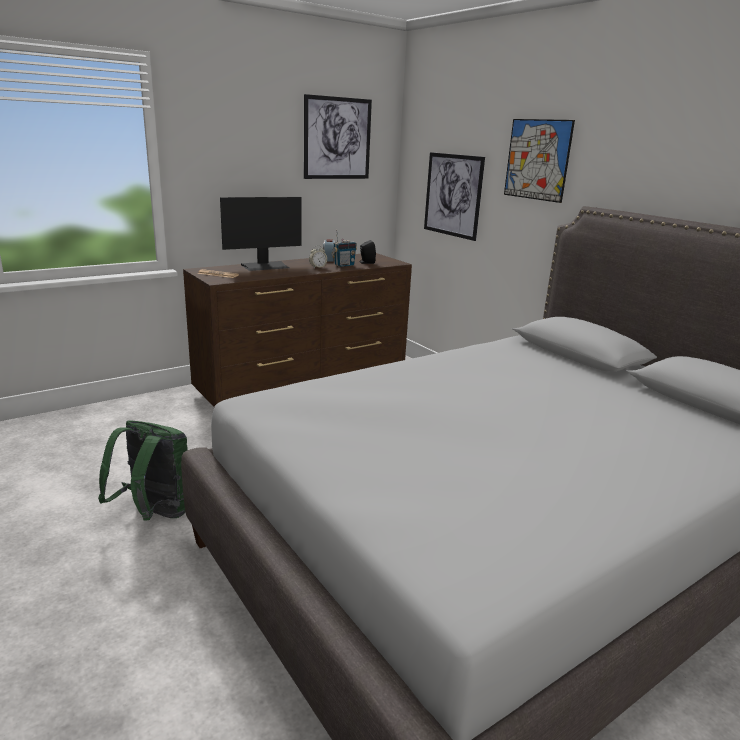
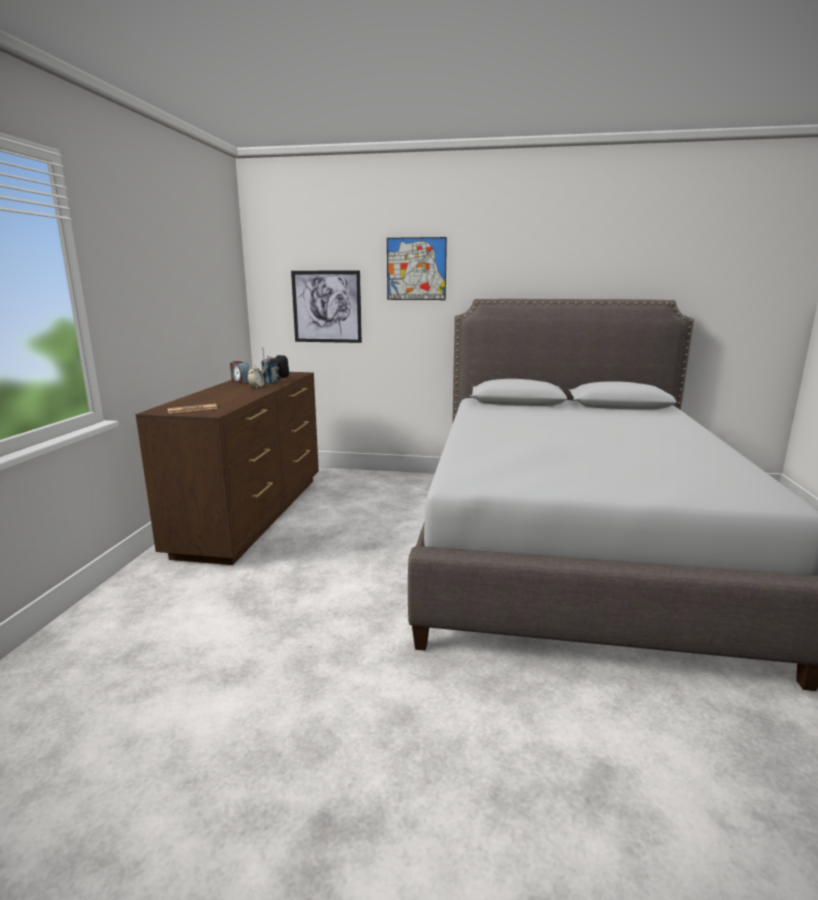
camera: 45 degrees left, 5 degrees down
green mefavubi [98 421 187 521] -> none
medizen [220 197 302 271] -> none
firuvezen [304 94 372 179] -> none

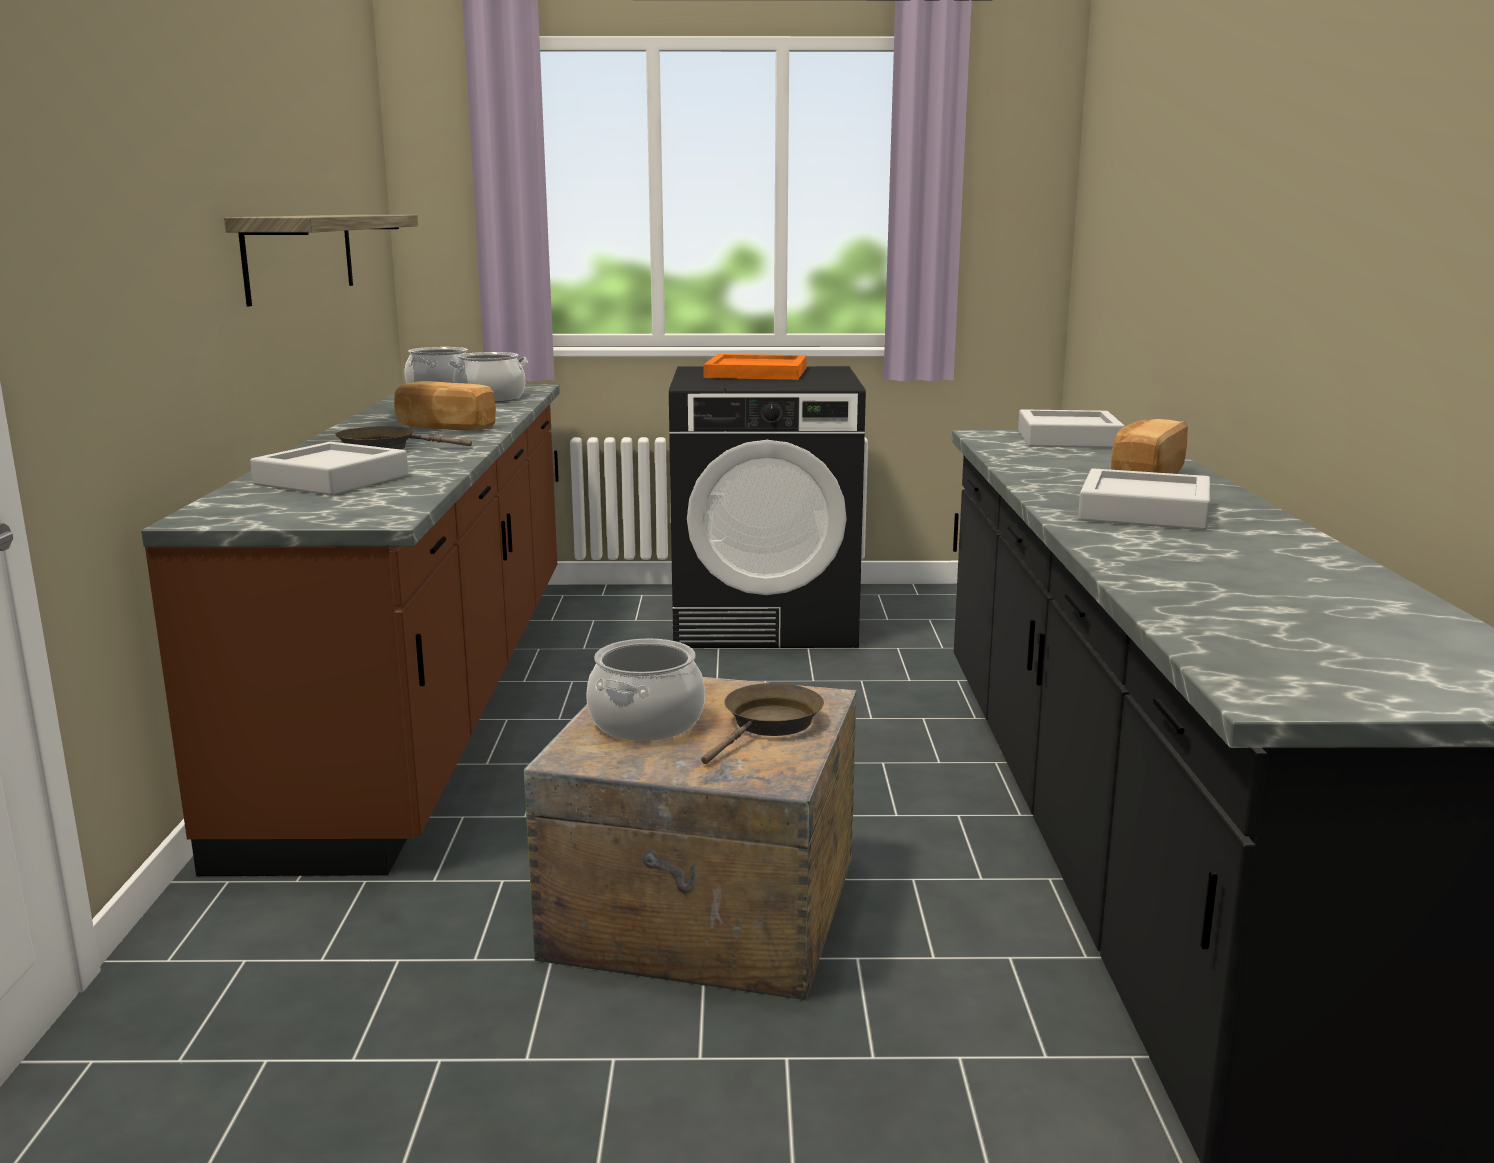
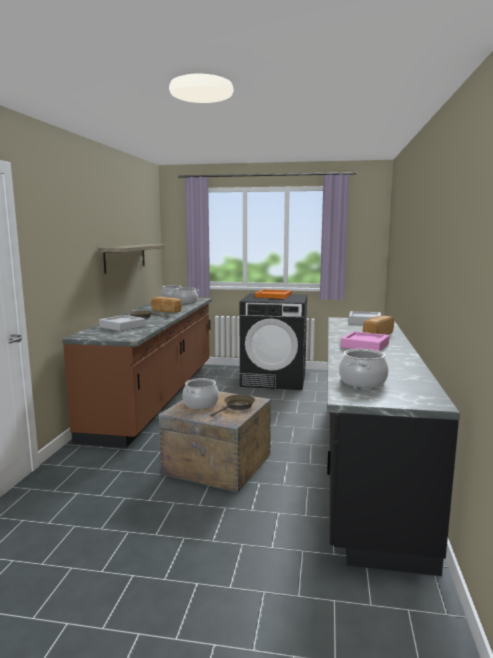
camera: 10 degrees right, 5 degrees down
none -> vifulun [339 349 388 388]
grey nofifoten [1078 468 1210 530] -> pink nofifoten [340 331 389 351]

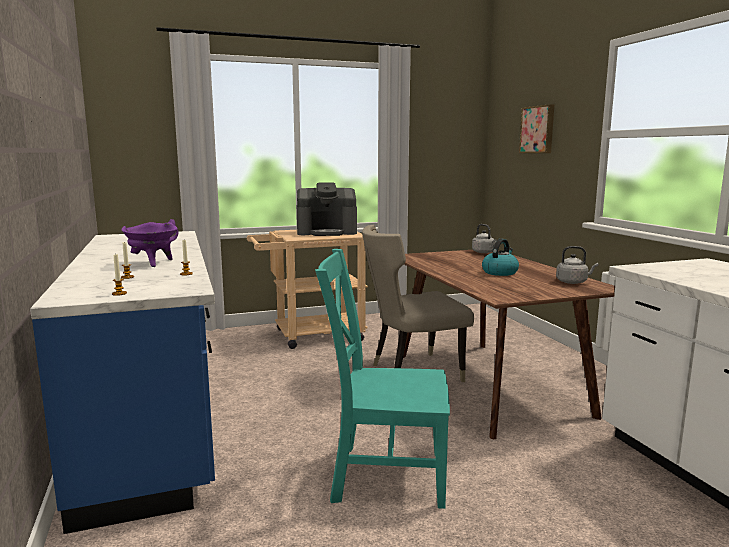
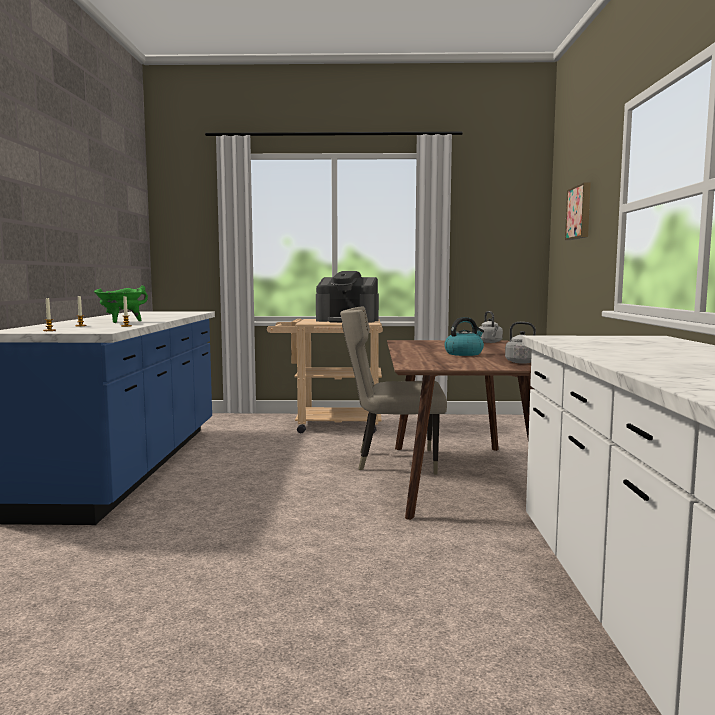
camera: 20 degrees right, 5 degrees down
purple vifulun [121 219 178 267] -> green vifulun [94 286 148 323]
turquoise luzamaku [315 249 450 509] -> none

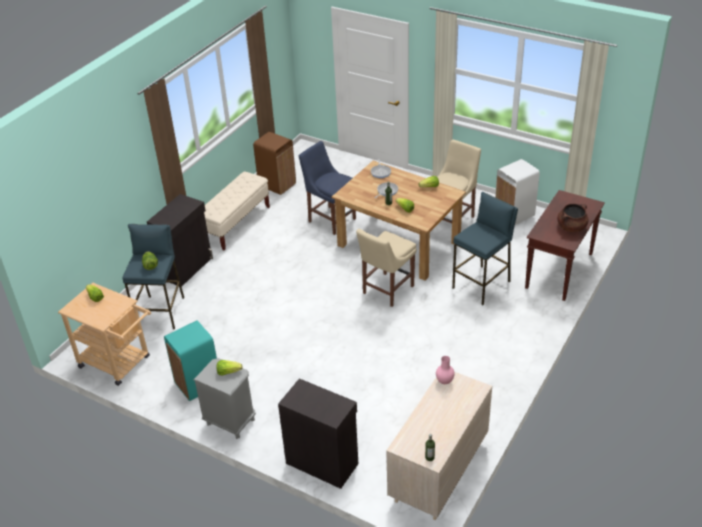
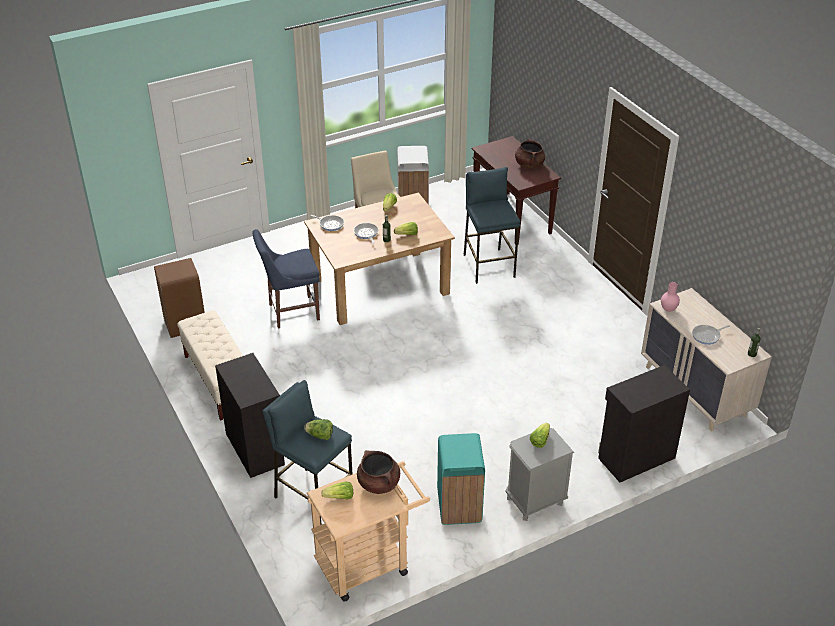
camera: 60 degrees left, 0 degrees up
none -> brown vifulun [357 450 400 494]
none -> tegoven [692 325 730 345]
beige luzamaku [356 229 417 307] -> none

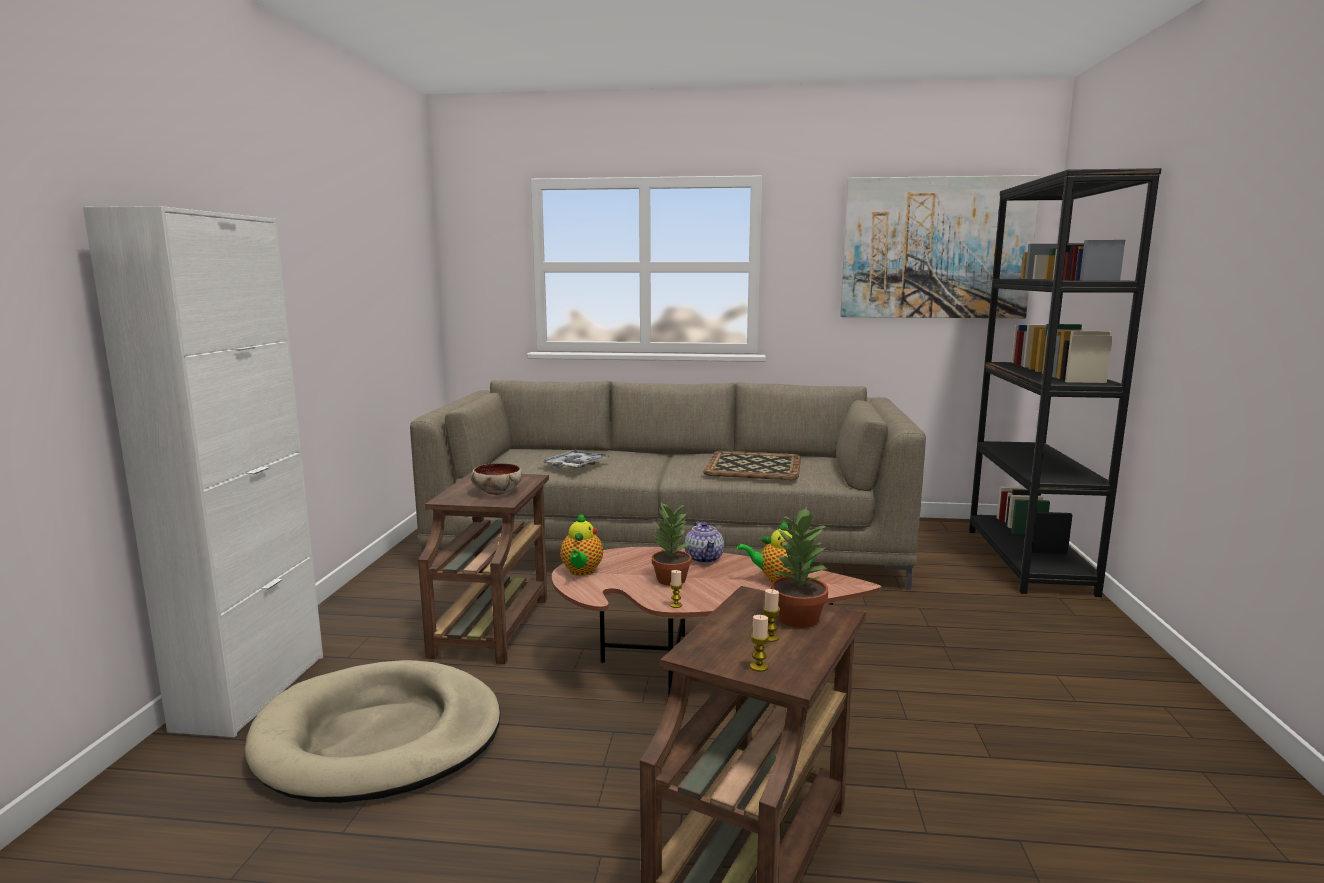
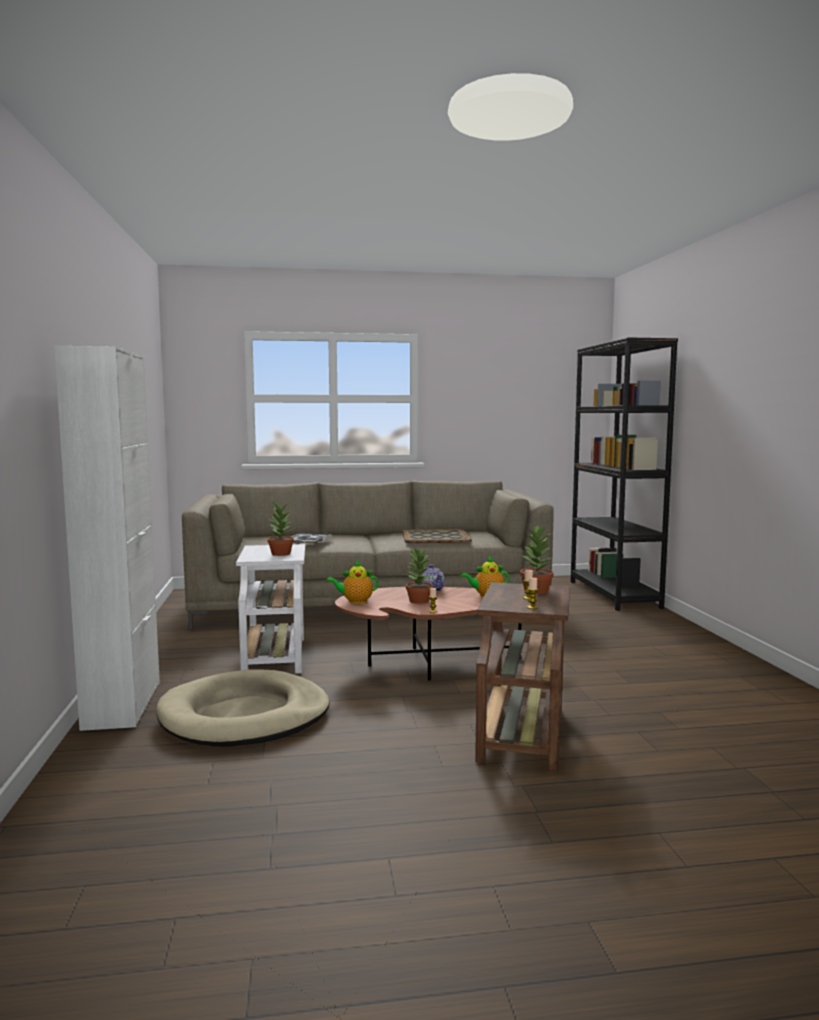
camera: 15 degrees left, 5 degrees down
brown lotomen [418 472 549 664] -> white lotomen [236 544 305 674]
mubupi [471 463 522 495] -> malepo [268 503 294 556]
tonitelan [560 513 603 576] -> tonitelan [326 561 379 604], 90 degrees clockwise
firuvezen [840 175 1041 318] -> none

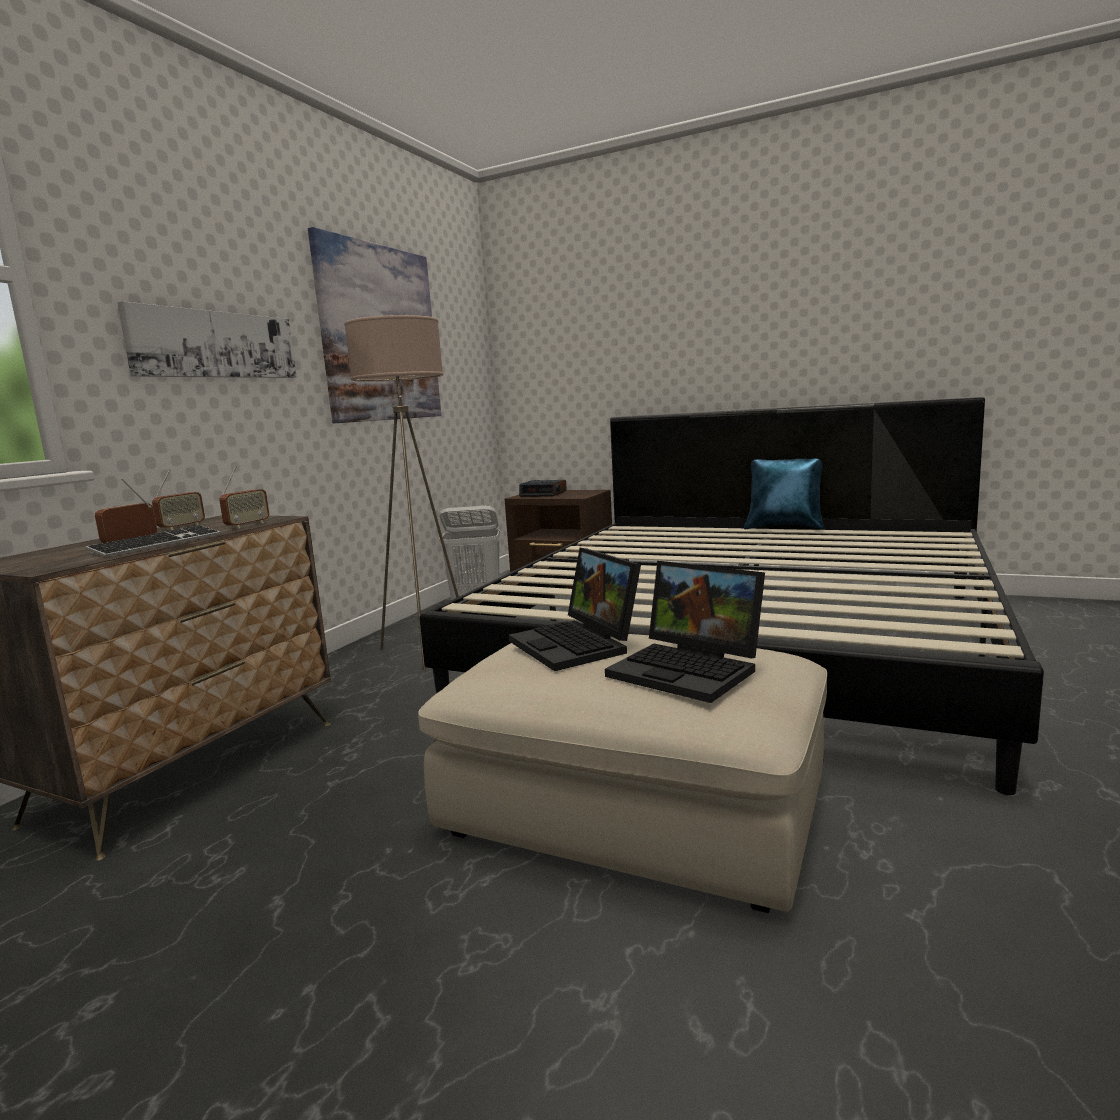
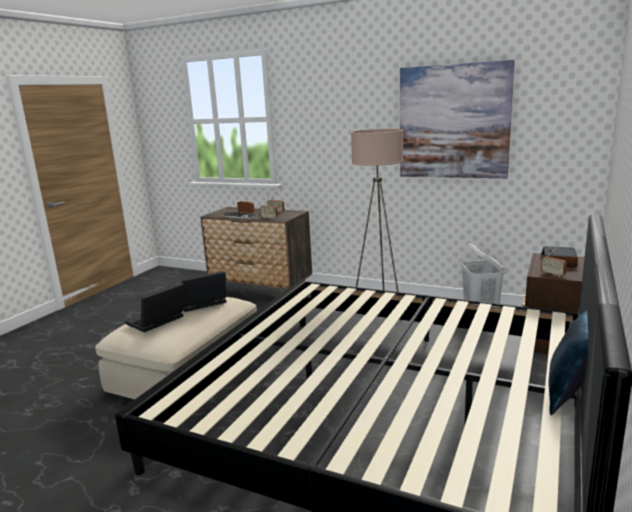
camera: 90 degrees right, 5 degrees up
none -> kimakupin [541 246 567 277]
firuvezen [117 301 297 378] -> none

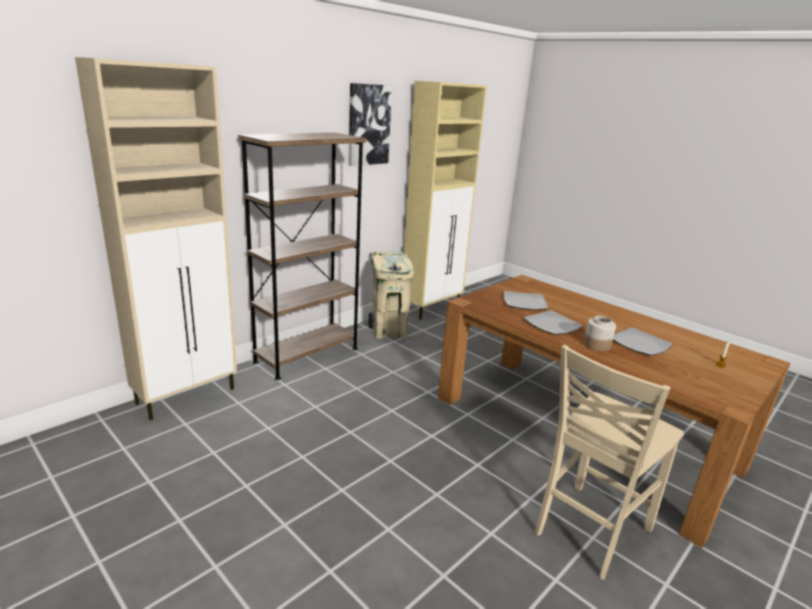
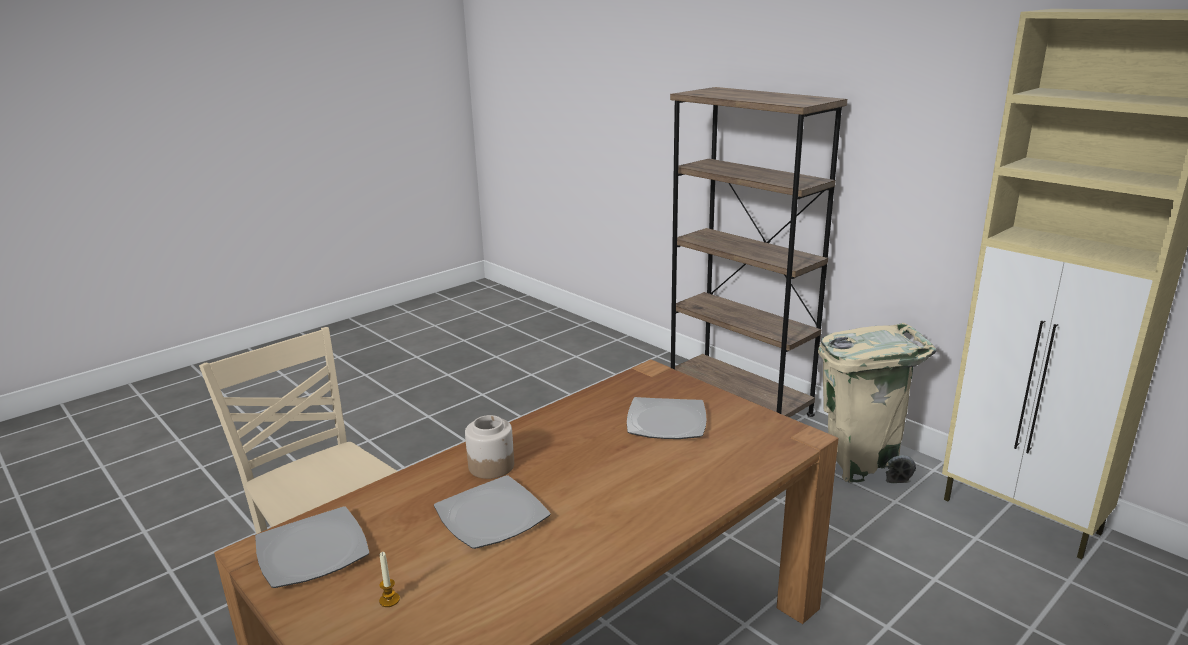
camera: 95 degrees right, 0 degrees up
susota [524 310 583 335] -> susota [255 506 369 588], moved
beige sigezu [75 57 237 420] -> none
firuvezen [348 83 392 166] -> none

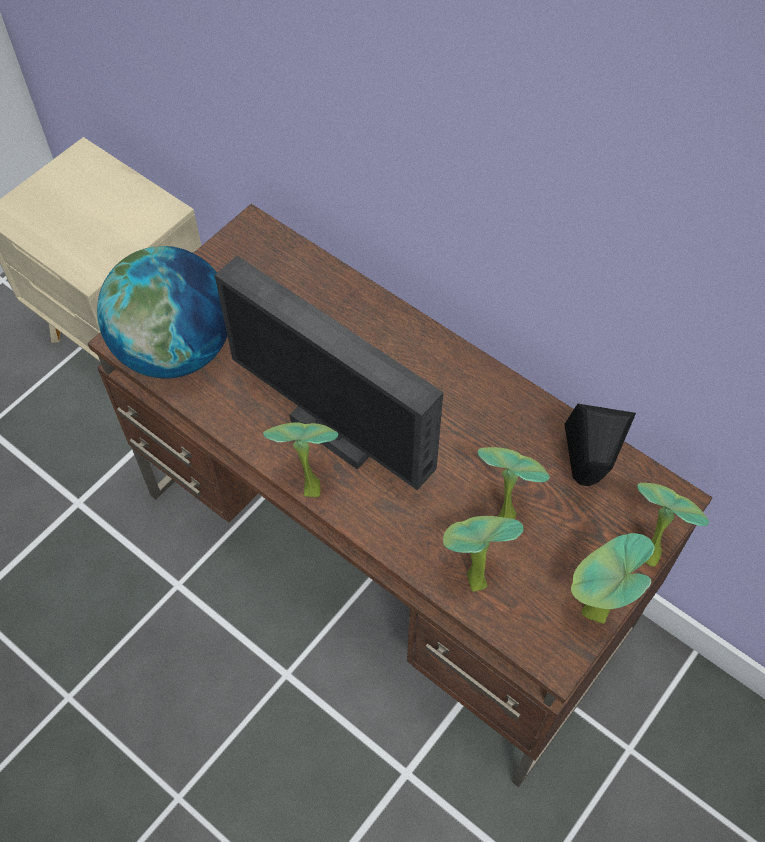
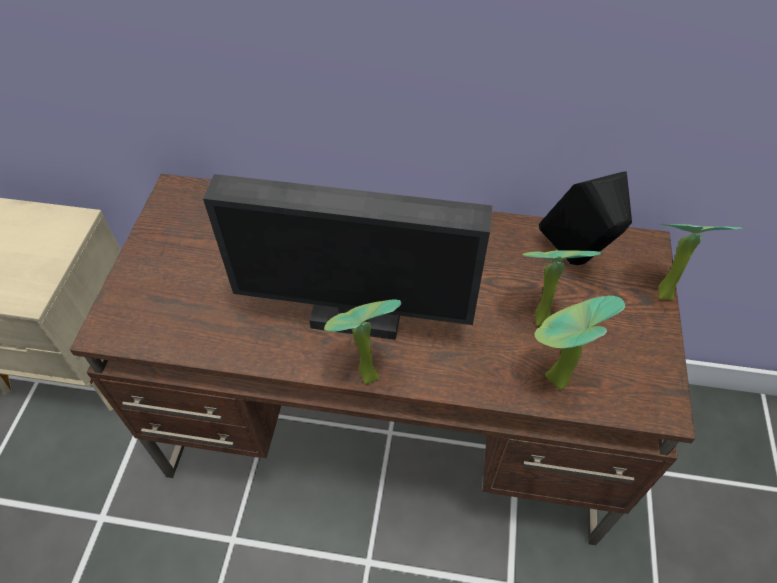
camera: 30 degrees left, 5 degrees down
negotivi [97 246 227 379] -> none
malepo [571 533 655 624] -> none

